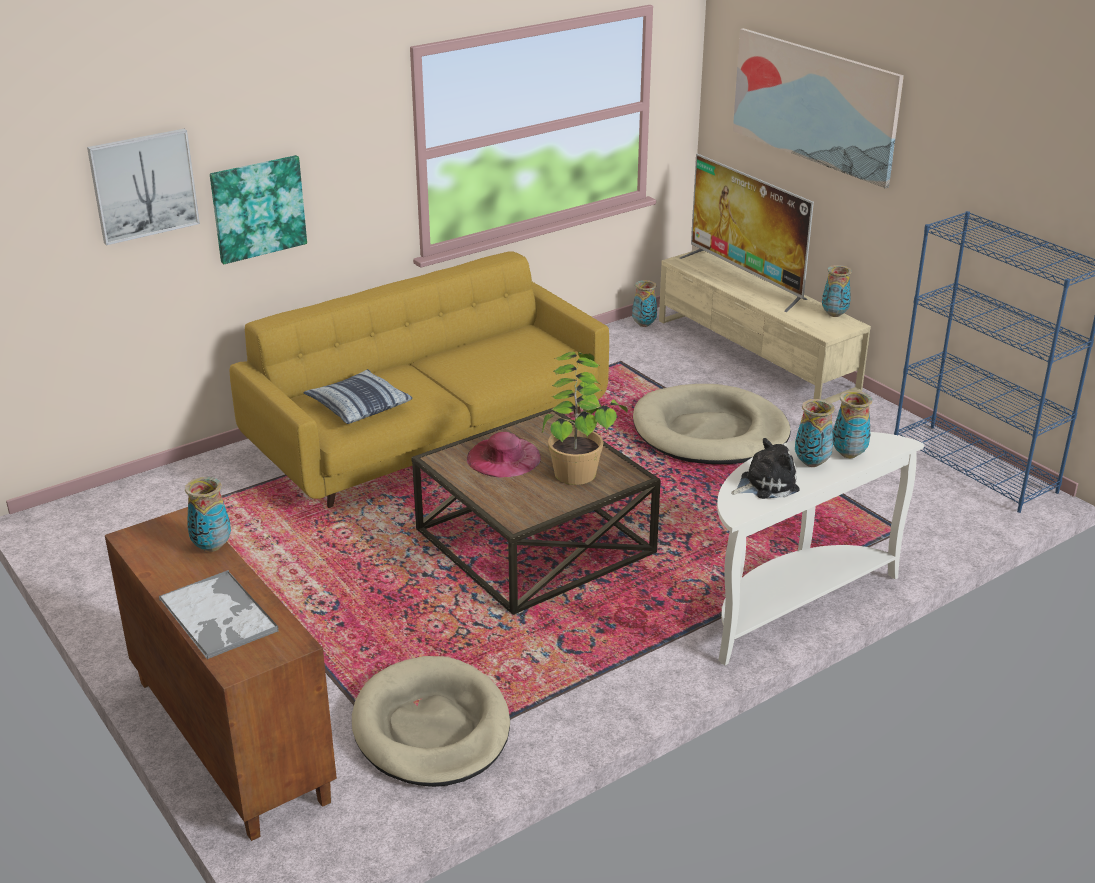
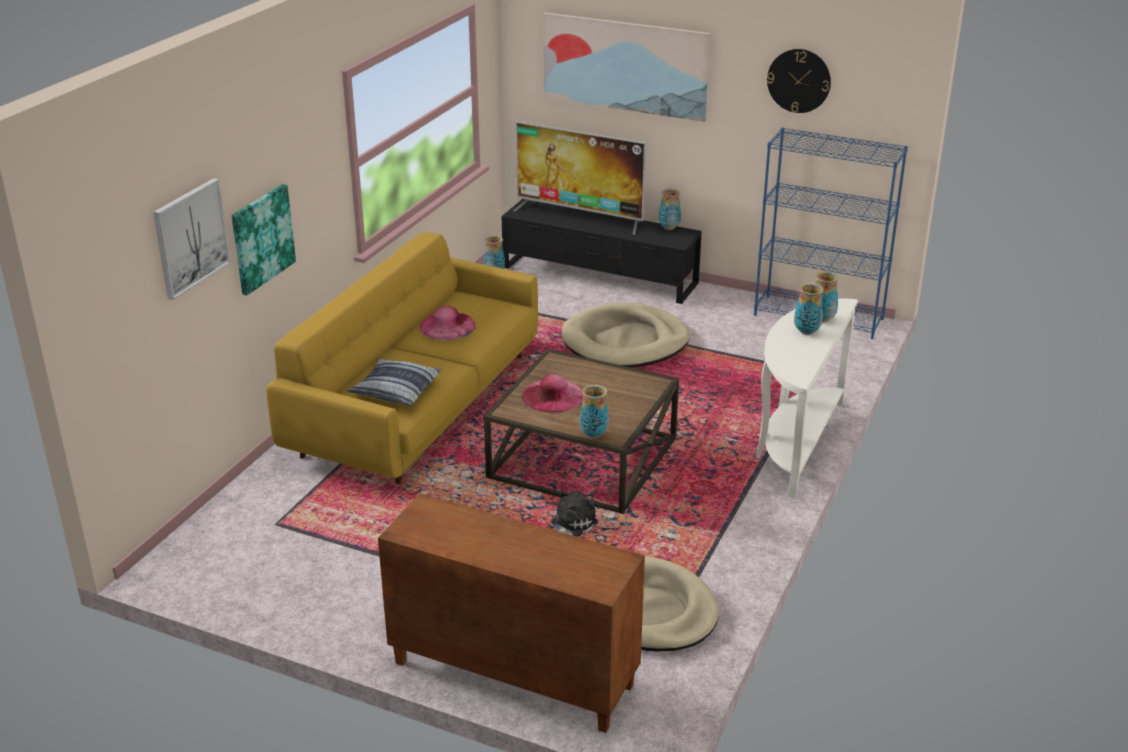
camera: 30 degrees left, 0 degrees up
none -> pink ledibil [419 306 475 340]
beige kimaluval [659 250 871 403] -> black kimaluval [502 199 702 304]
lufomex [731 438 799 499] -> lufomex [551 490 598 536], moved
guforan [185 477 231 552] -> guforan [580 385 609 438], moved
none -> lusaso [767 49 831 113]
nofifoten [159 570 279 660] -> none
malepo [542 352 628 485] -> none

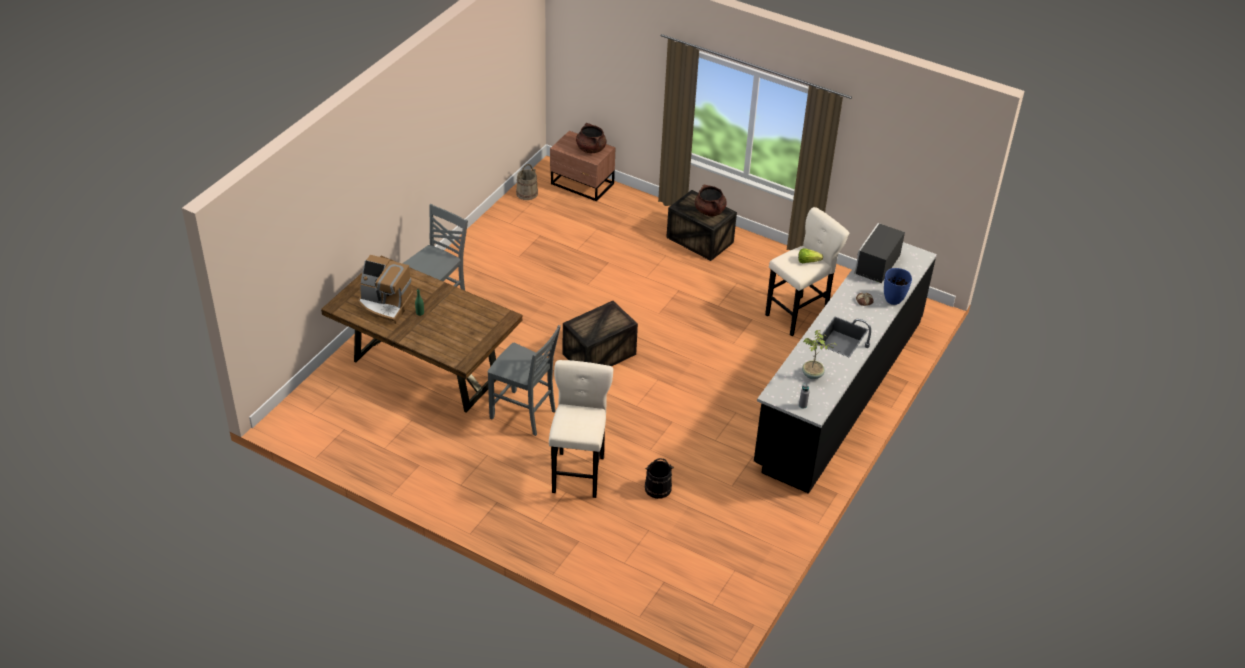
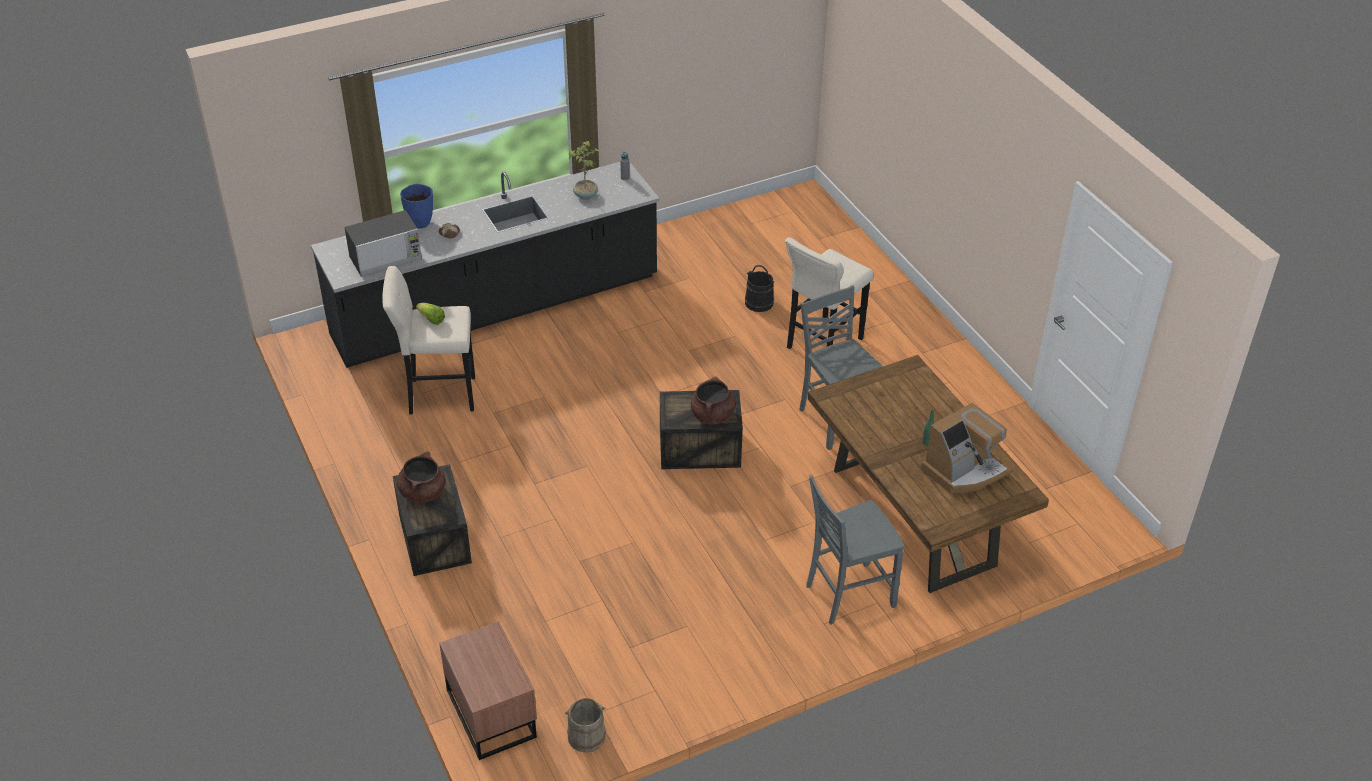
camera: 145 degrees left, 0 degrees up
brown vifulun [576 123 606 153] -> brown vifulun [691 377 736 425], moved
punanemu [357 255 414 324] -> punanemu [921 403 1012 493], 90 degrees clockwise

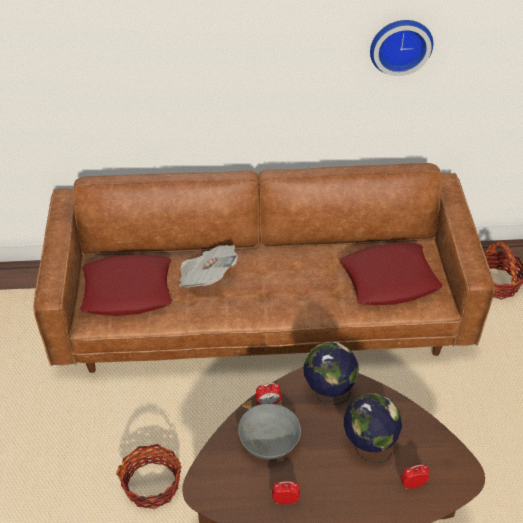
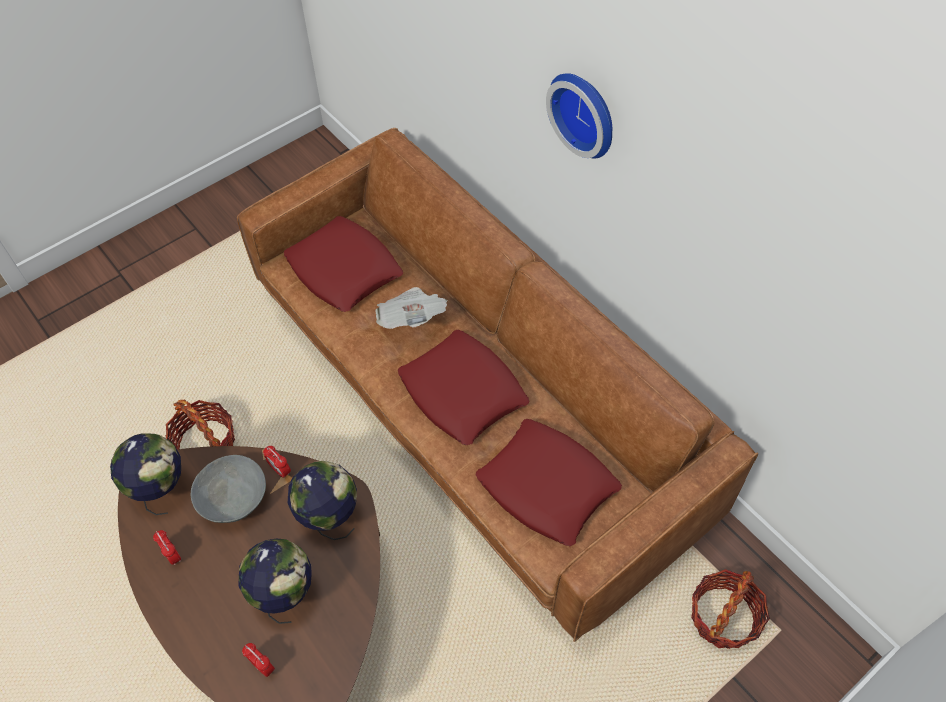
camera: 55 degrees right, 10 degrees up
none -> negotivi [110 433 181 515]
none -> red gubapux [398 330 529 445]
lusaso [370 20 433 76] -> lusaso [546 73 612 158], moved

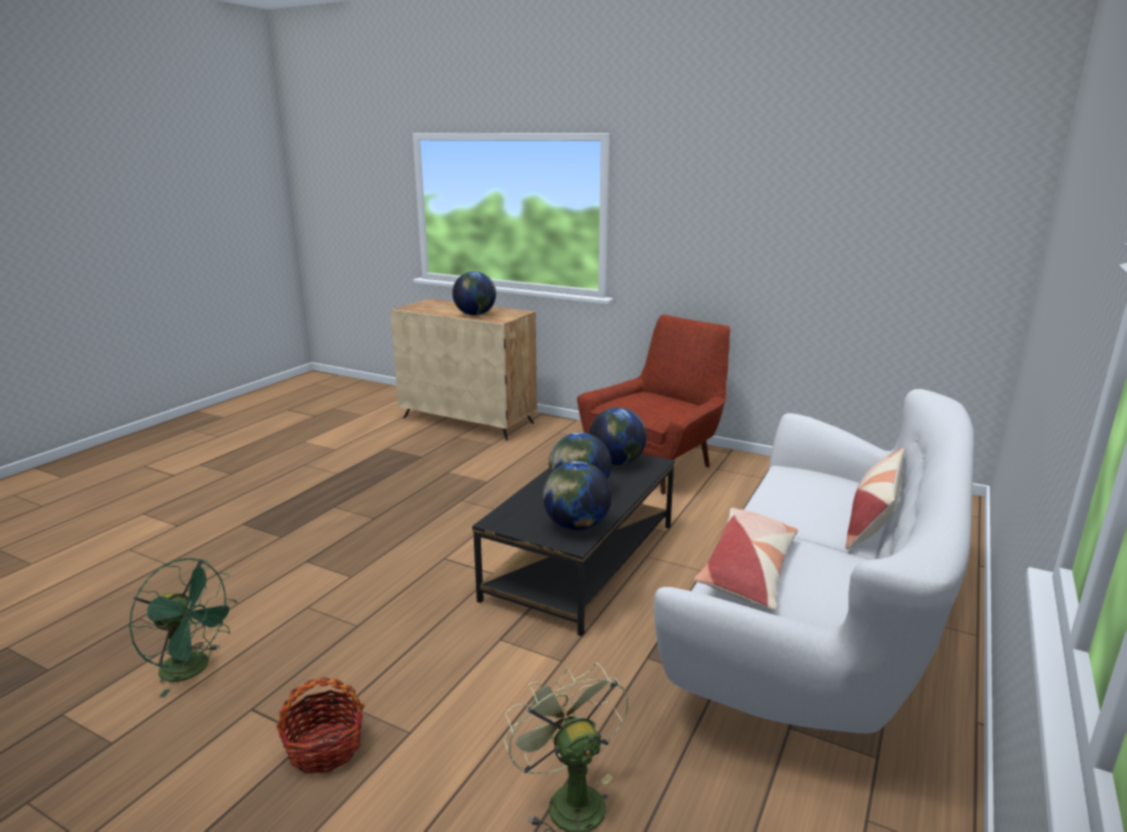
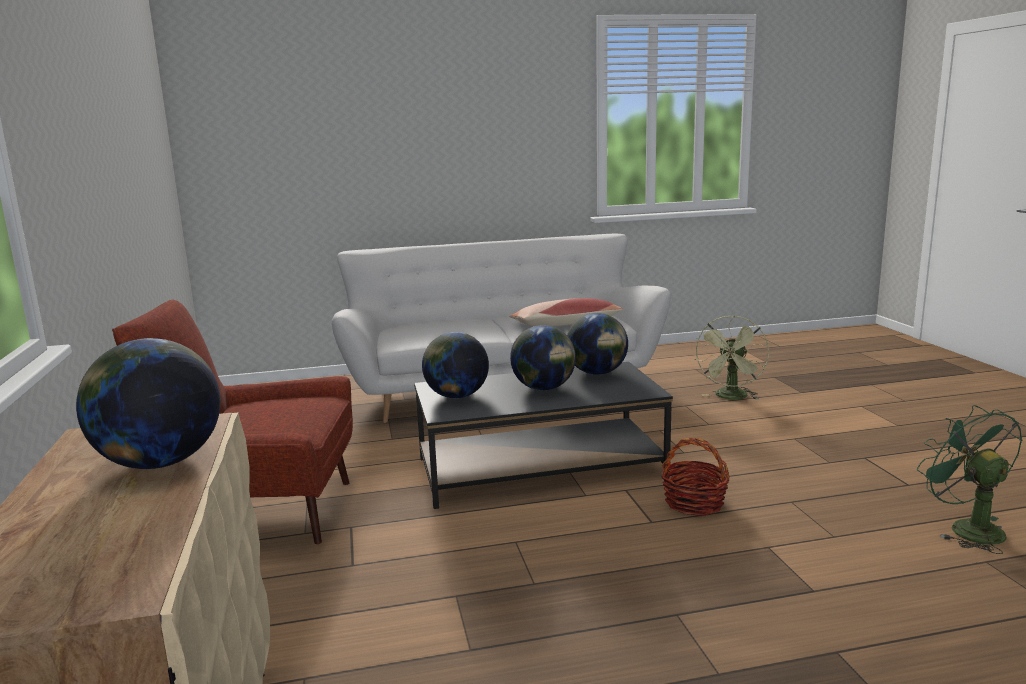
camera: 130 degrees left, 5 degrees down
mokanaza [276 677 365 774] -> mokanaza [662 438 729 516], moved
gubapux [845 448 905 549] -> none

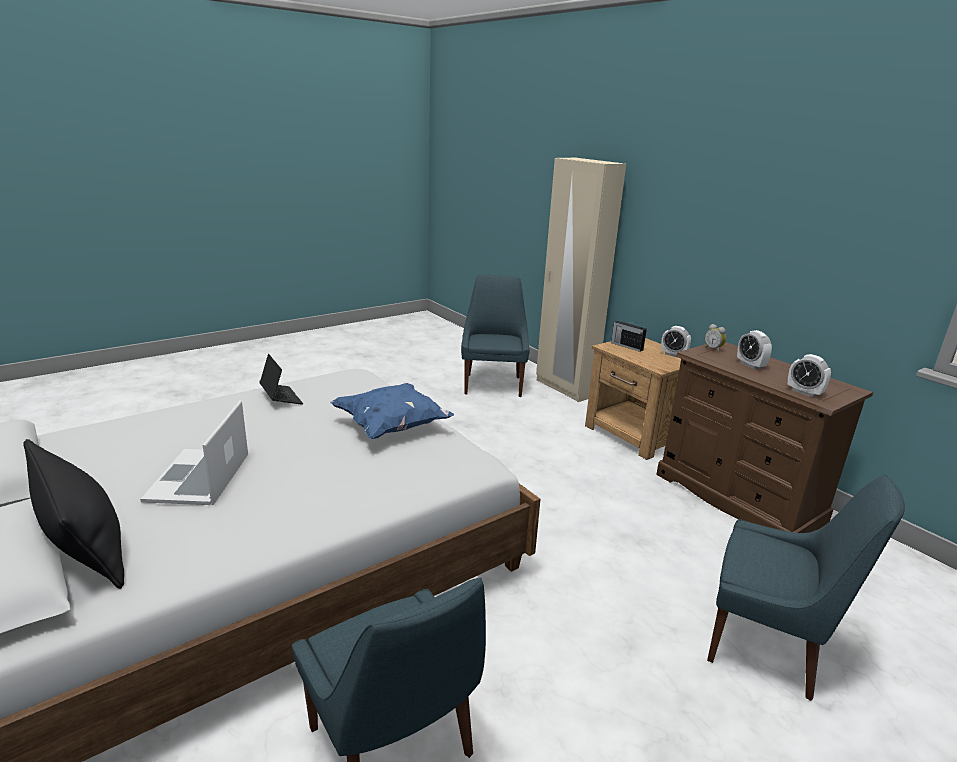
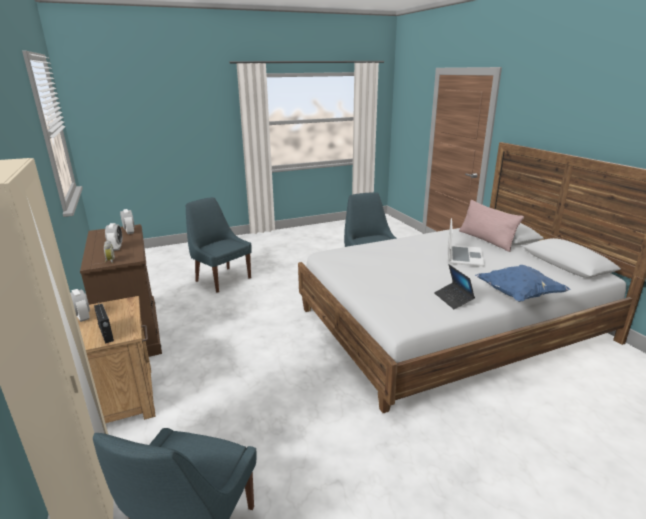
camera: 165 degrees left, 0 degrees up
black gubapux [23 439 124 589] -> pink gubapux [459 200 524 252]
blue gubapux [330 383 454 439] -> blue gubapux [475 265 571 302], moved

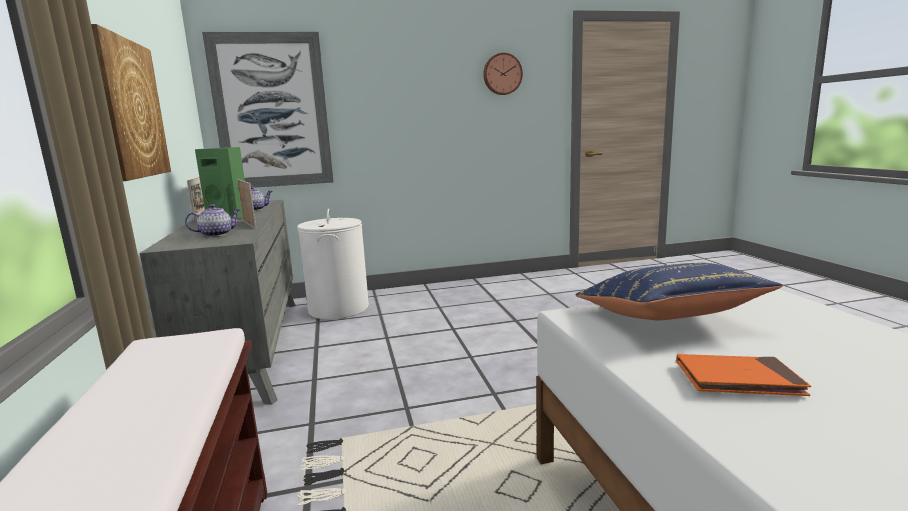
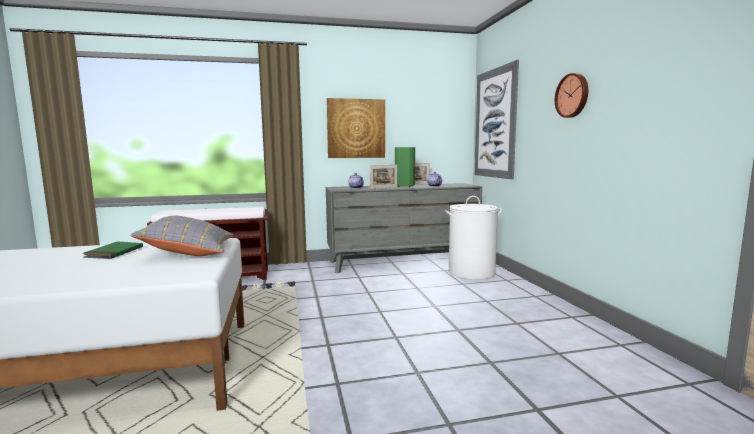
camera: 90 degrees right, 5 degrees down
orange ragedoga [676 354 812 396] -> green ragedoga [83 241 143 259]
blue gubapux [576 263 783 320] -> grey gubapux [130 216 233 256]
lusaso [483 53 523 95] -> lusaso [555 73 588 118], moved

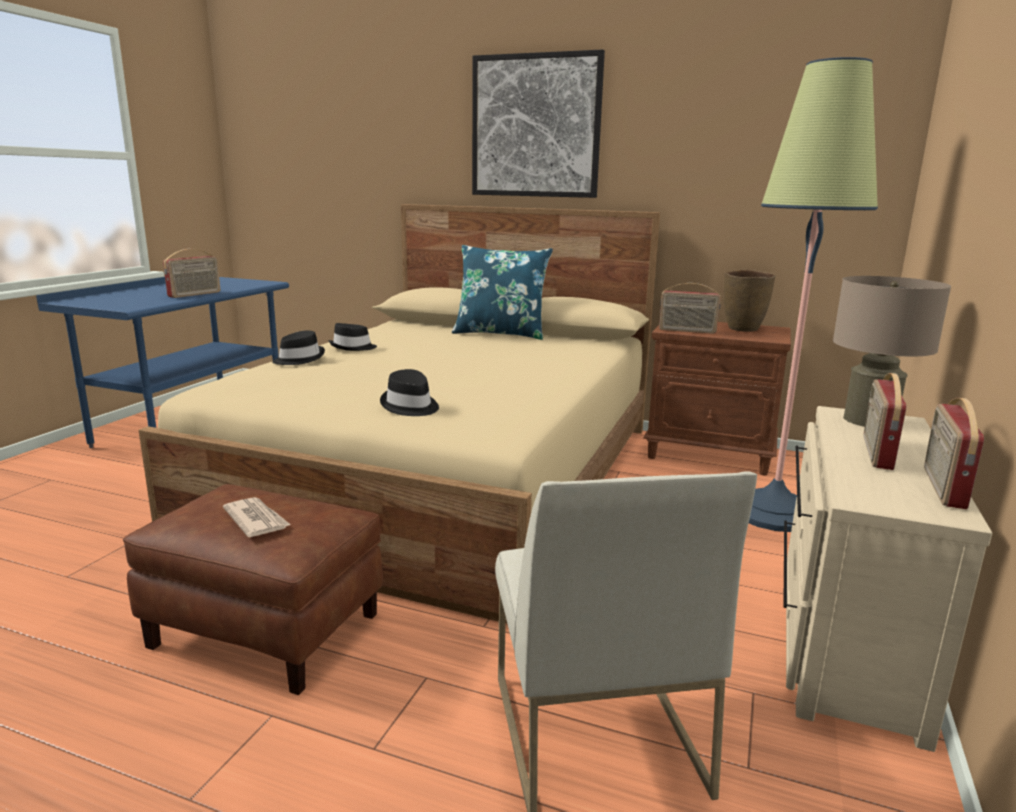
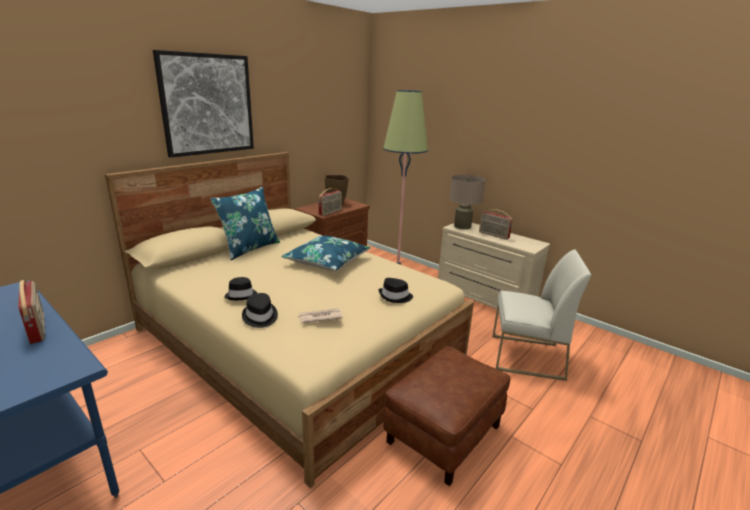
camera: 70 degrees left, 5 degrees up
none -> blue gubapux [281 236 371 271]
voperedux [223 497 291 537] -> voperedux [298 308 343 323], moved
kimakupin [924 398 984 509] -> none

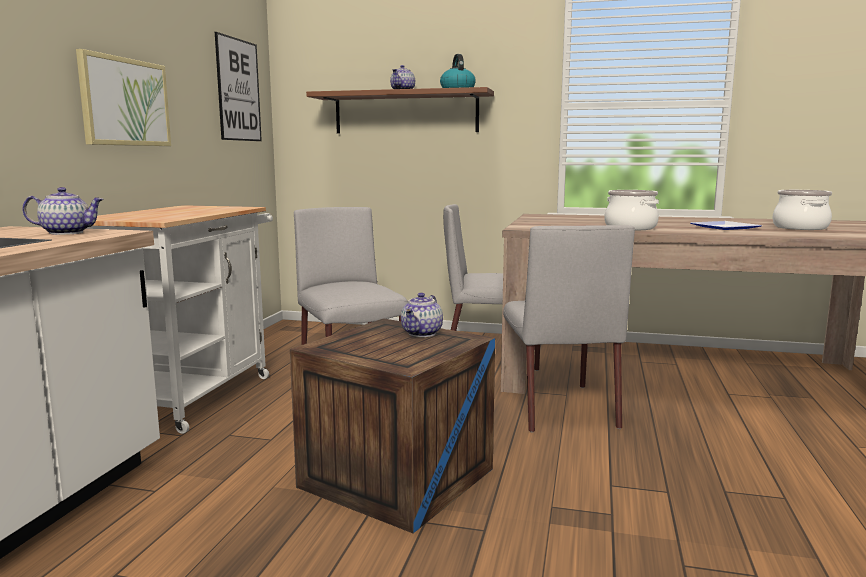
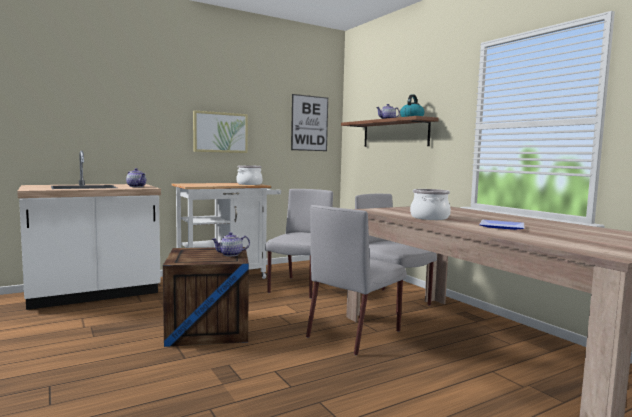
camera: 45 degrees right, 5 degrees down
vifulun [773 190 832 230] -> vifulun [236 165 263 185], moved

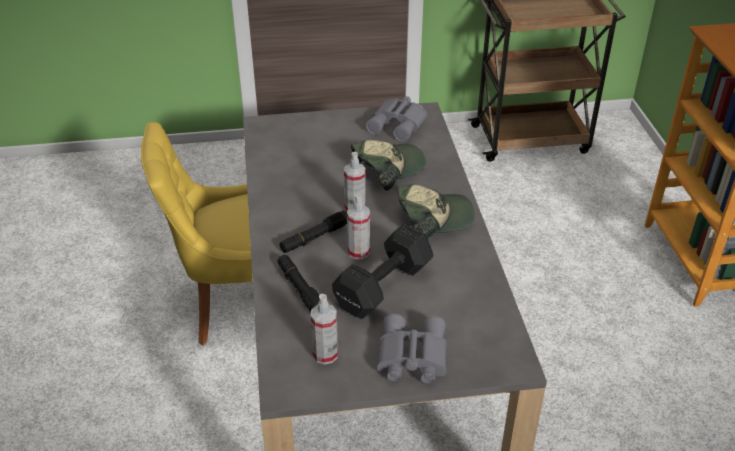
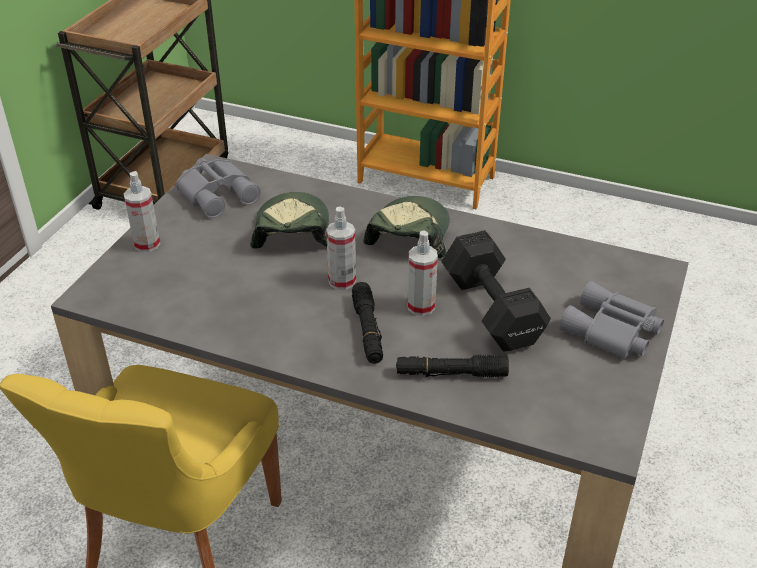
camera: 60 degrees left, 0 degrees up
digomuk [311 294 338 365] -> digomuk [124 171 160 252], moved

